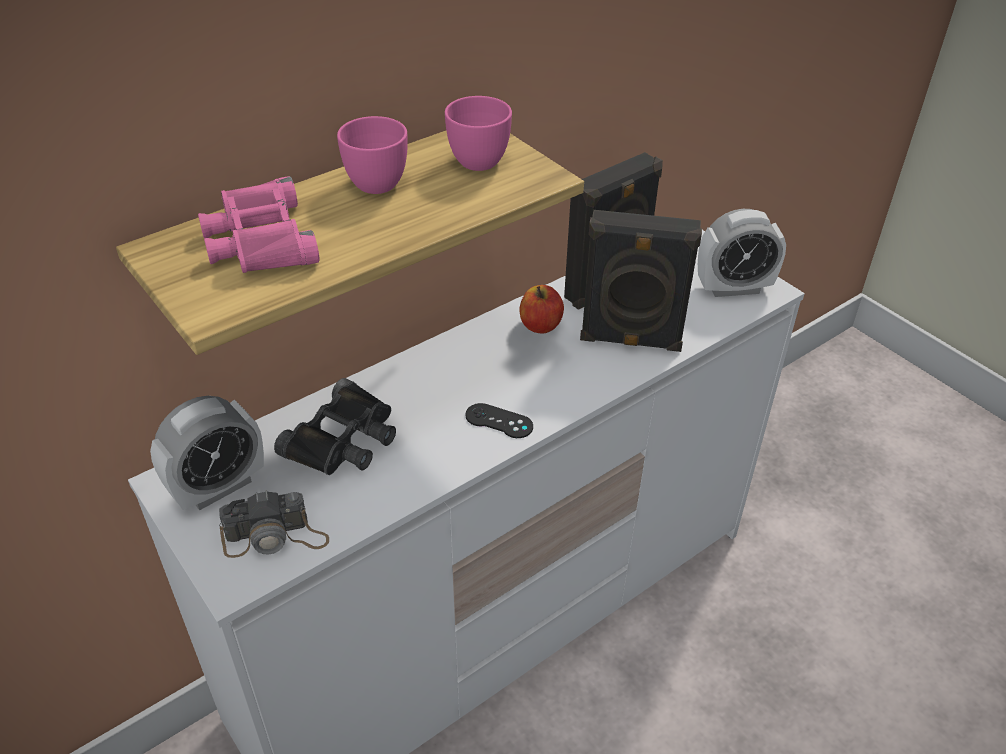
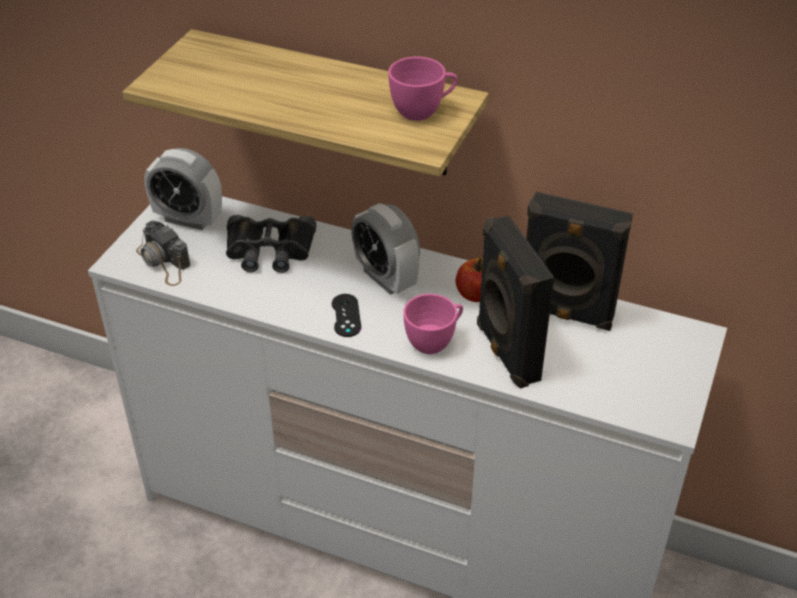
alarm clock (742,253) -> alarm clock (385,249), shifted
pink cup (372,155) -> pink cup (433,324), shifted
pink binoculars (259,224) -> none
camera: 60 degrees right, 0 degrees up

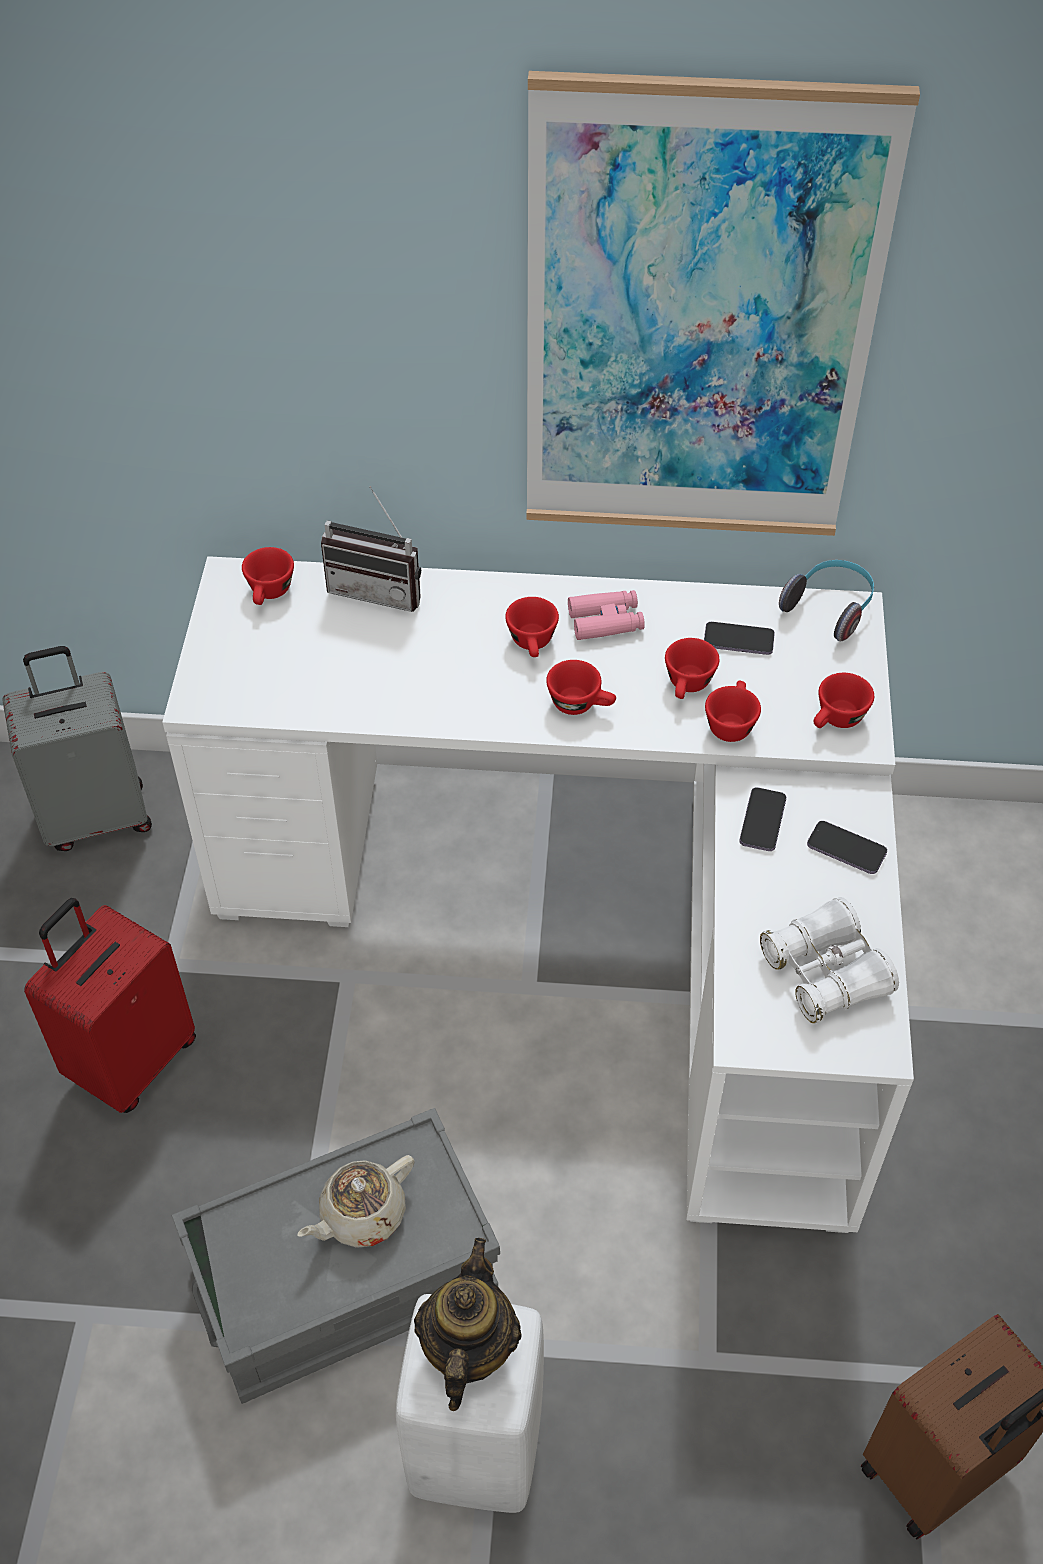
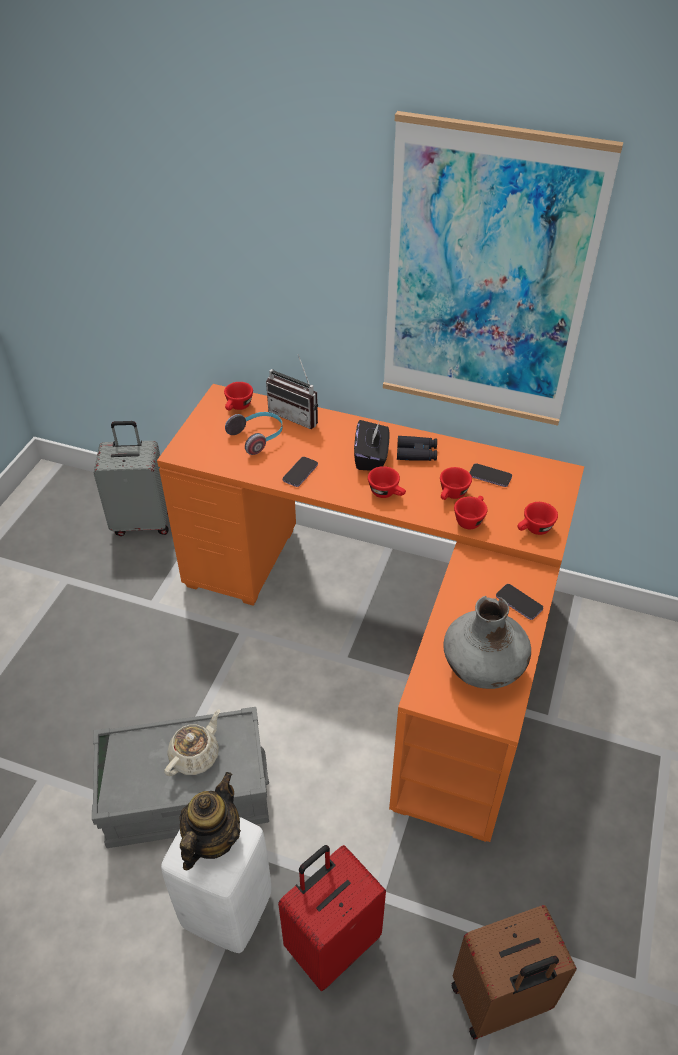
white desk (538,894) -> orange desk (370,613)
beige teapot (356,1201) -> beige teapot (192,742), 150 degrees clockwise
headphones (826,600) -> headphones (254,433), shifted
red suitcase (110,1005) -> red suitcase (332,918), shifted
phone (763,819) -> phone (300,472), shifted
red cup (532,627) -> black tissue box (371,445)
pink binoculars (606,615) -> black binoculars (417,448)
white binoculars (829,960) -> grey vase (487,642)
camera: 15 degrees right, 5 degrees down

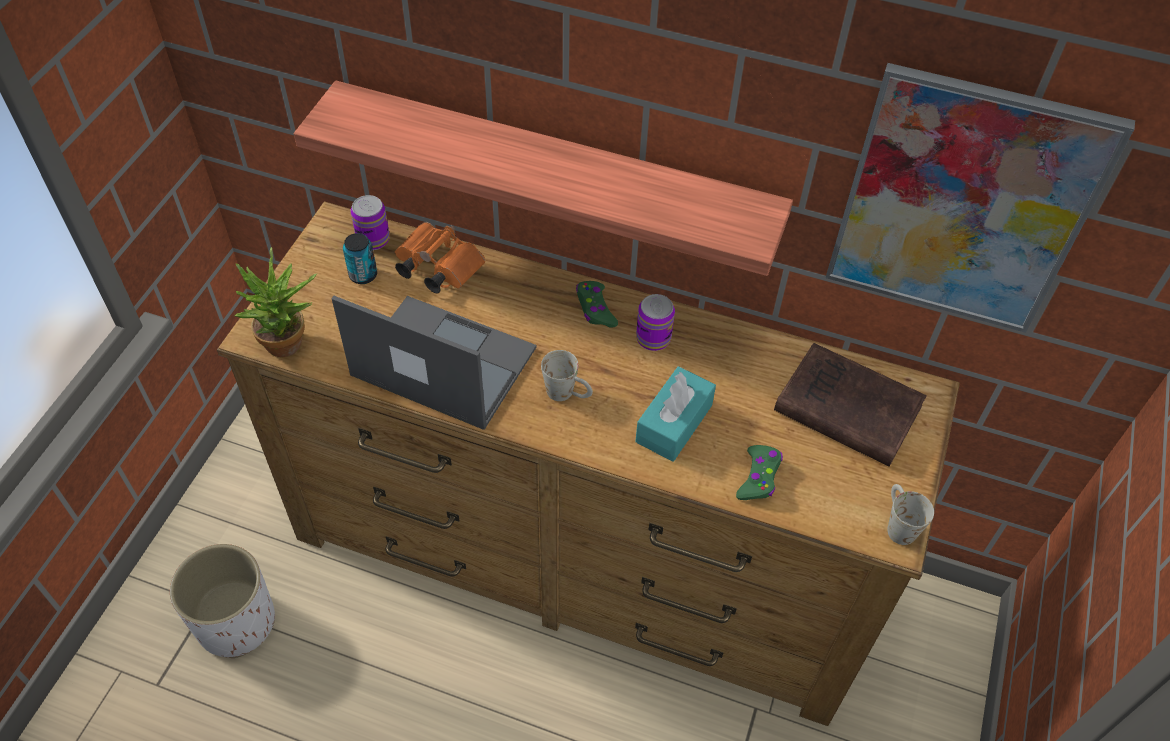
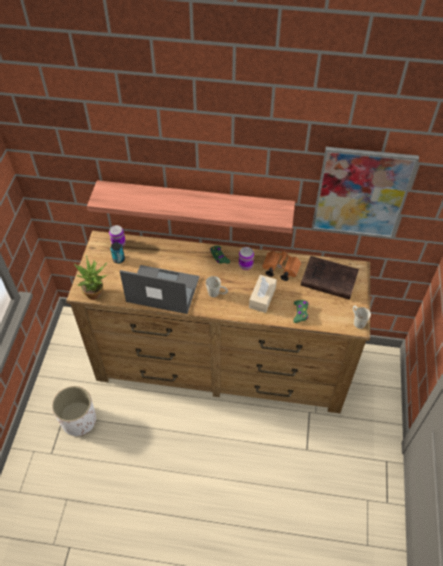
turquoise tissue box (675,414) -> beige tissue box (263,294)
orange binoculars (440,257) -> orange binoculars (281,266), shifted
camera: 10 degrees left, 0 degrees up

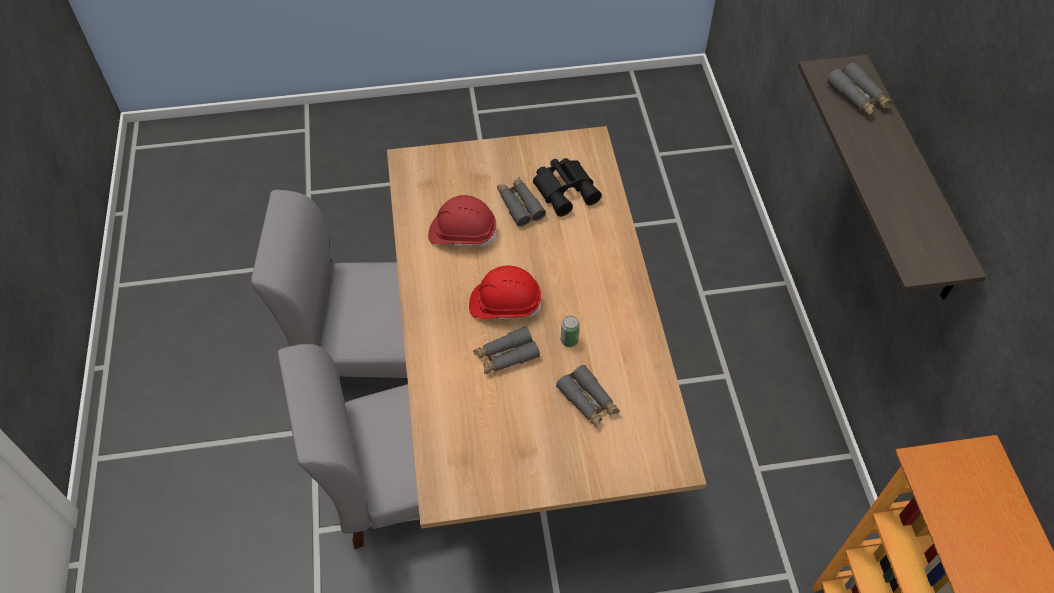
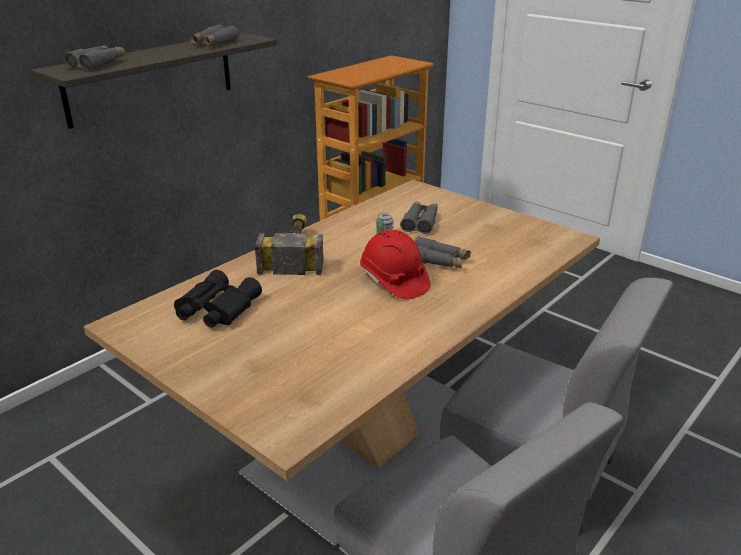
grey binoculars (521,202) -> grey binoculars (214,34), shifted
none -> hammer (289,244)
red hard hat (463,220) -> none
camera: 130 degrees left, 25 degrees down

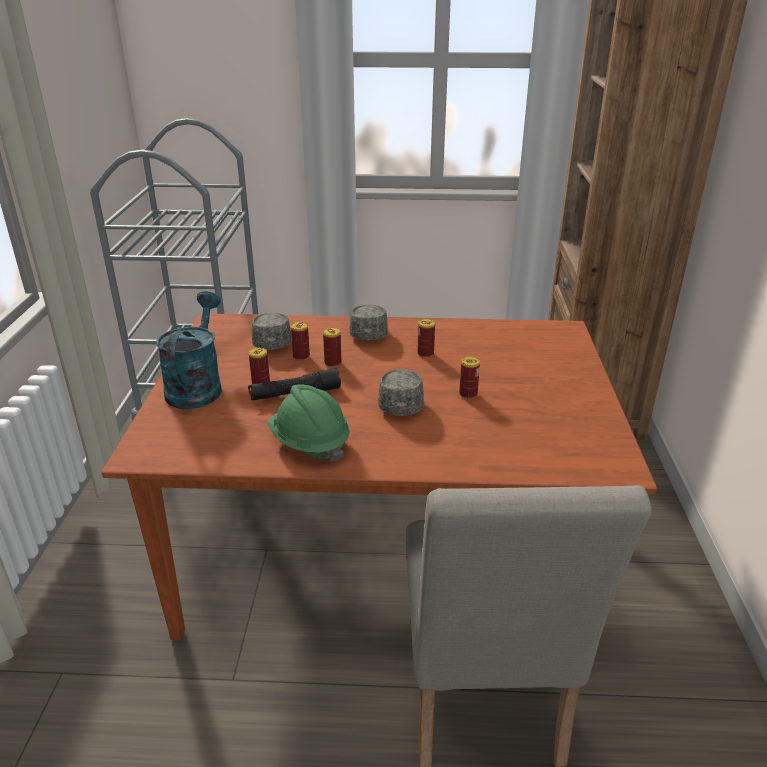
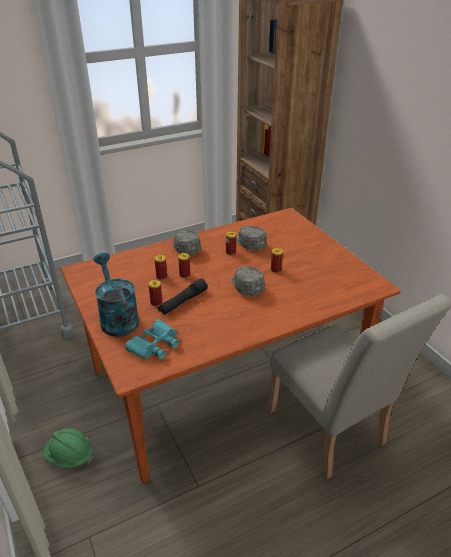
green hard hat (308,423) -> green hard hat (68,448), shifted
none -> turquoise binoculars (152,339)
grey cap (271,331) -> grey cap (251,238), shifted
camera: 30 degrees left, 5 degrees up

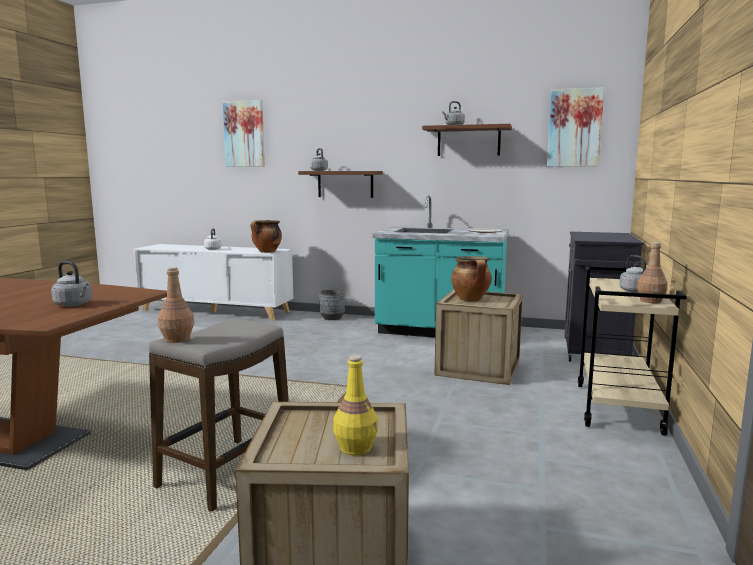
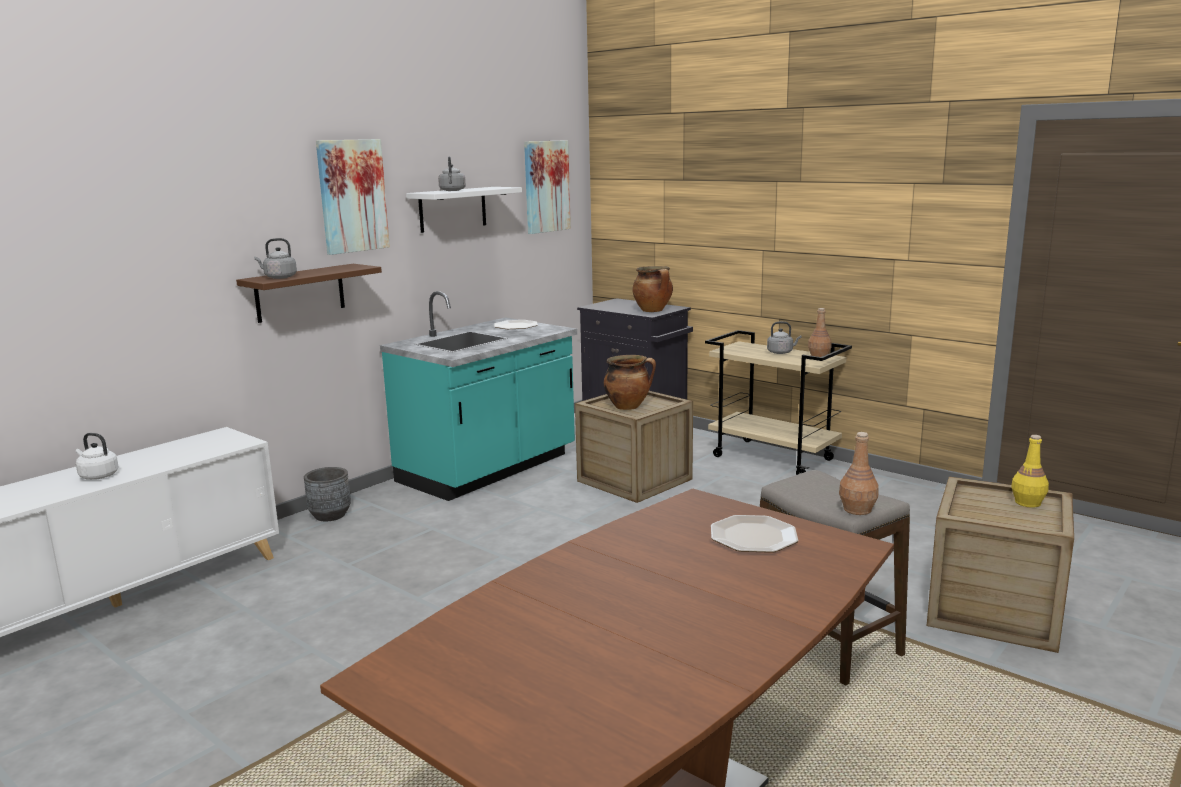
picture (244,133) -> picture (353,197), shifted
brown shelf (467,140) -> white shelf (464,210)
cooking pot (266,236) -> cooking pot (652,289), shifted
grey kettle (71,283) -> plate (754,534)
camera: 65 degrees left, 5 degrees up

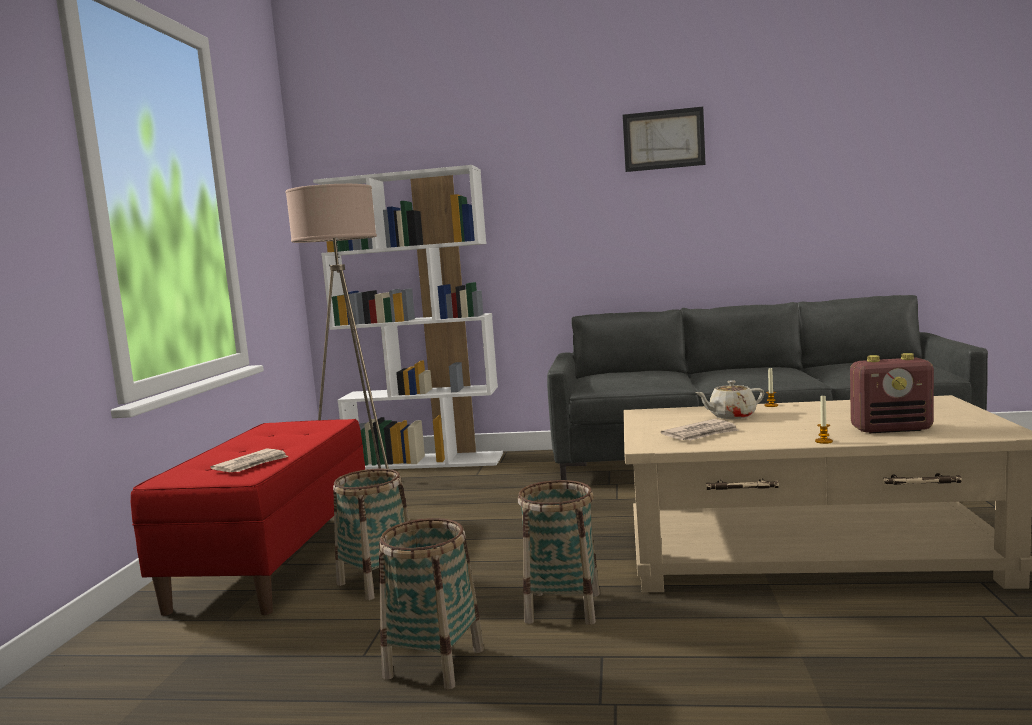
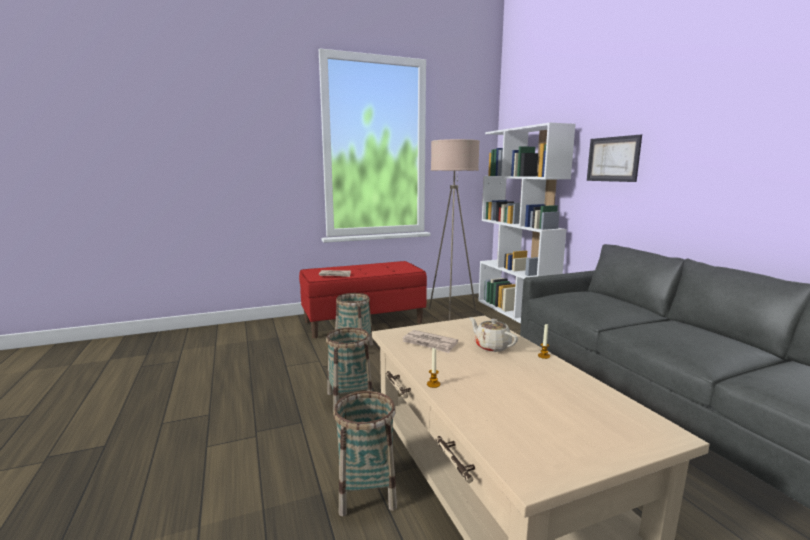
basket (431,603) -> basket (365,453), shifted
picture (664,139) -> picture (614,158), shifted
radio (892,393) -> none
camera: 60 degrees right, 5 degrees up

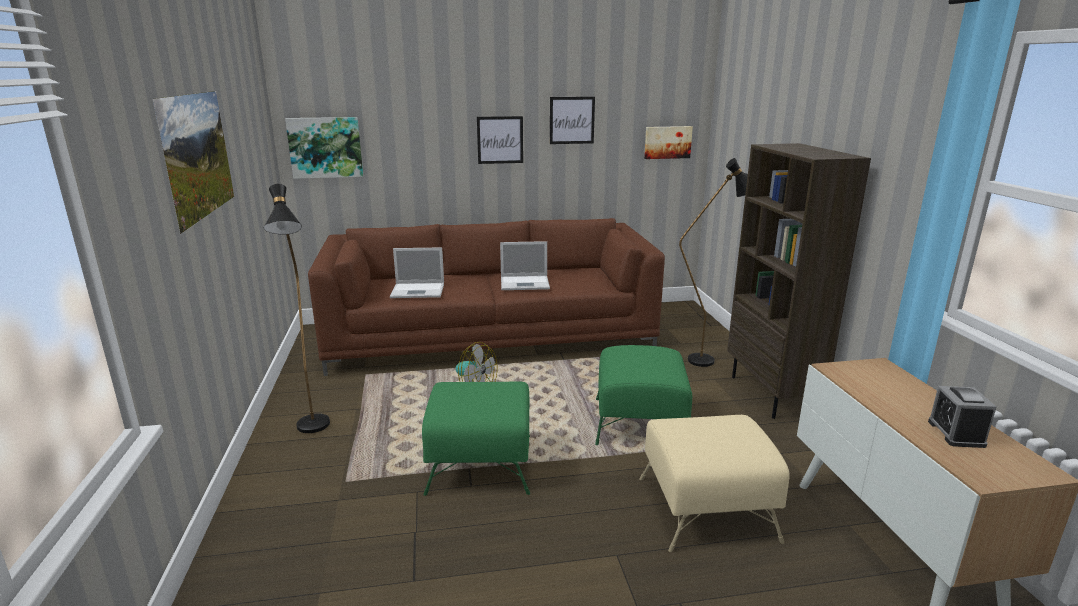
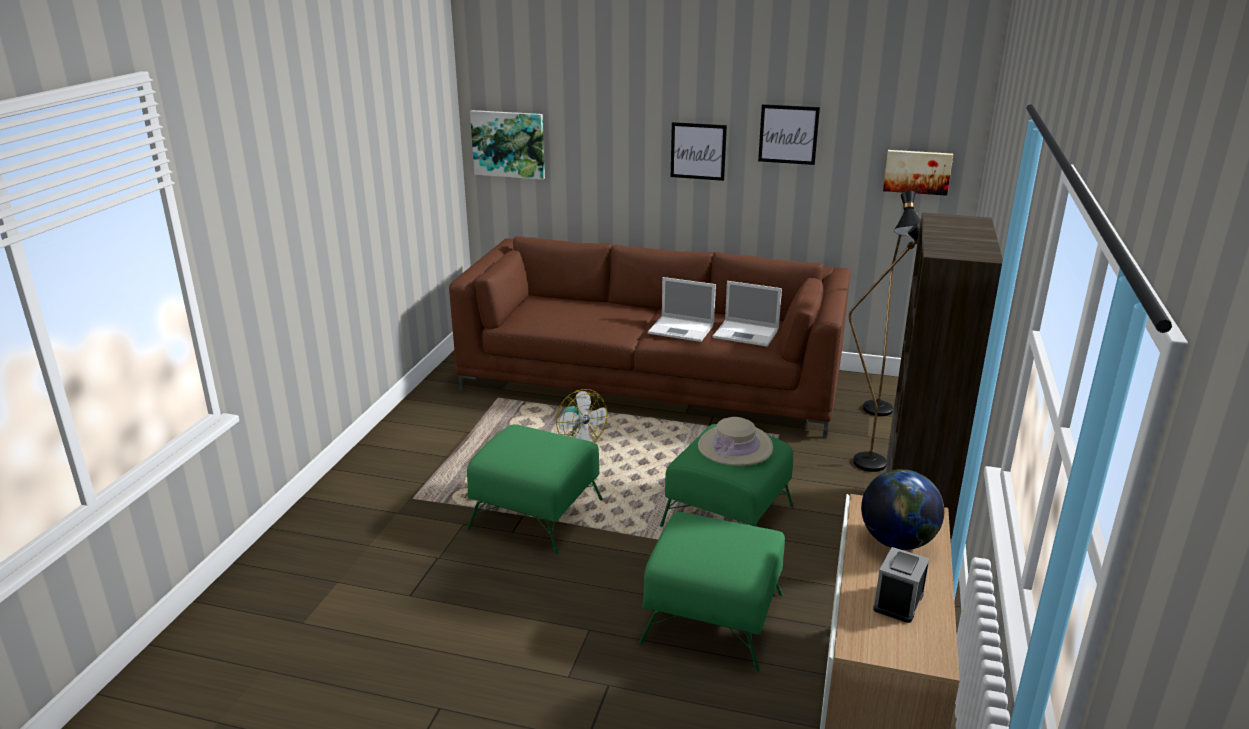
beige ottoman (714,483) -> green ottoman (712,592)
none -> beige hat (735,441)
laptop (417,273) -> laptop (747,314), shifted
none -> globe (902,509)
black floor lamp (297,308) -> black floor lamp (892,303), shifted
picture (193,162) -> none
camera: 25 degrees right, 5 degrees up

